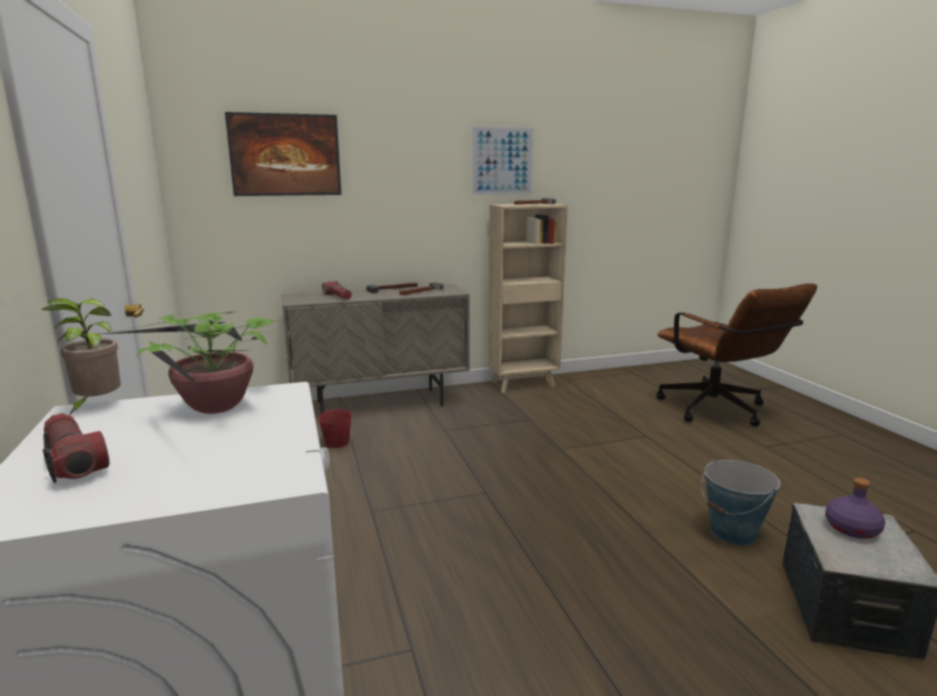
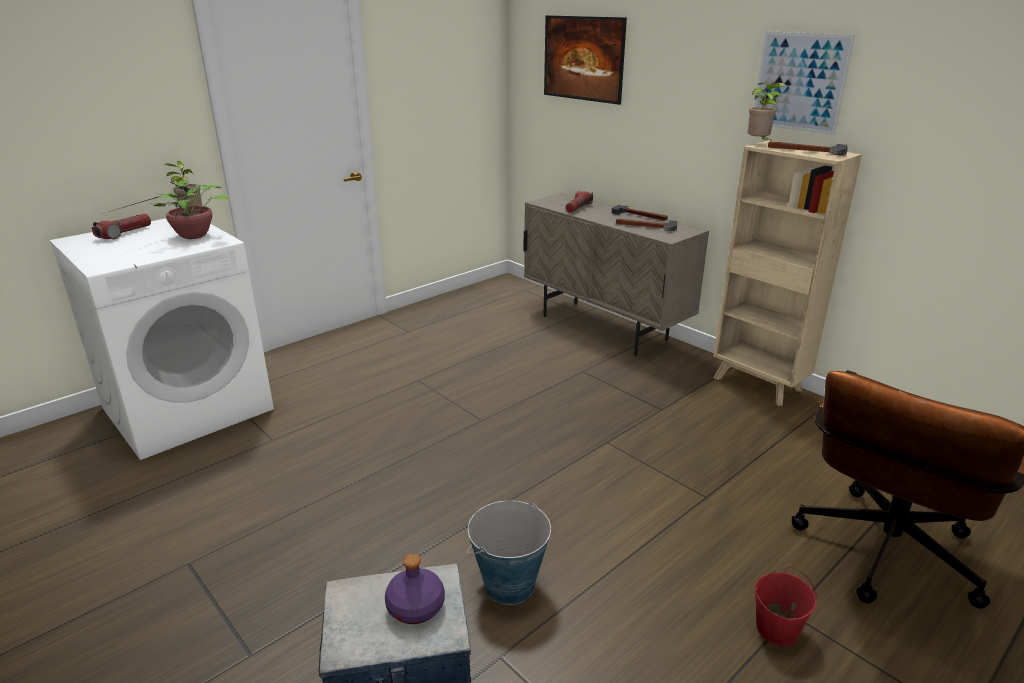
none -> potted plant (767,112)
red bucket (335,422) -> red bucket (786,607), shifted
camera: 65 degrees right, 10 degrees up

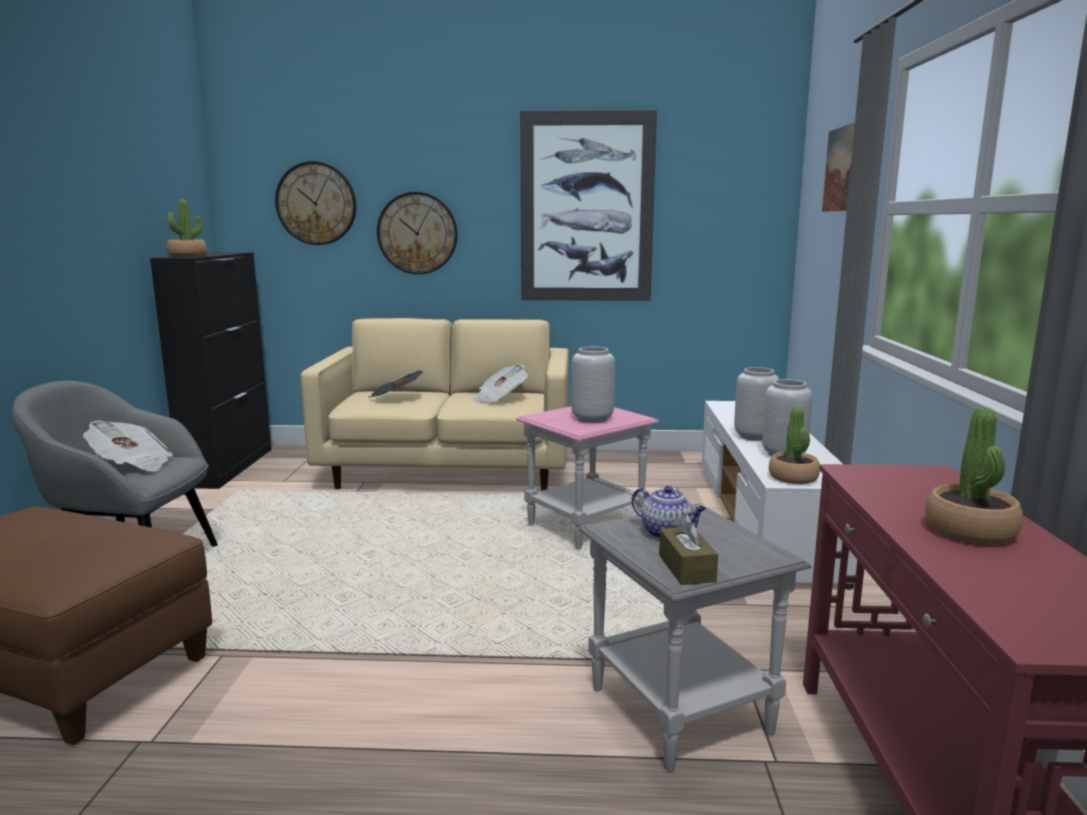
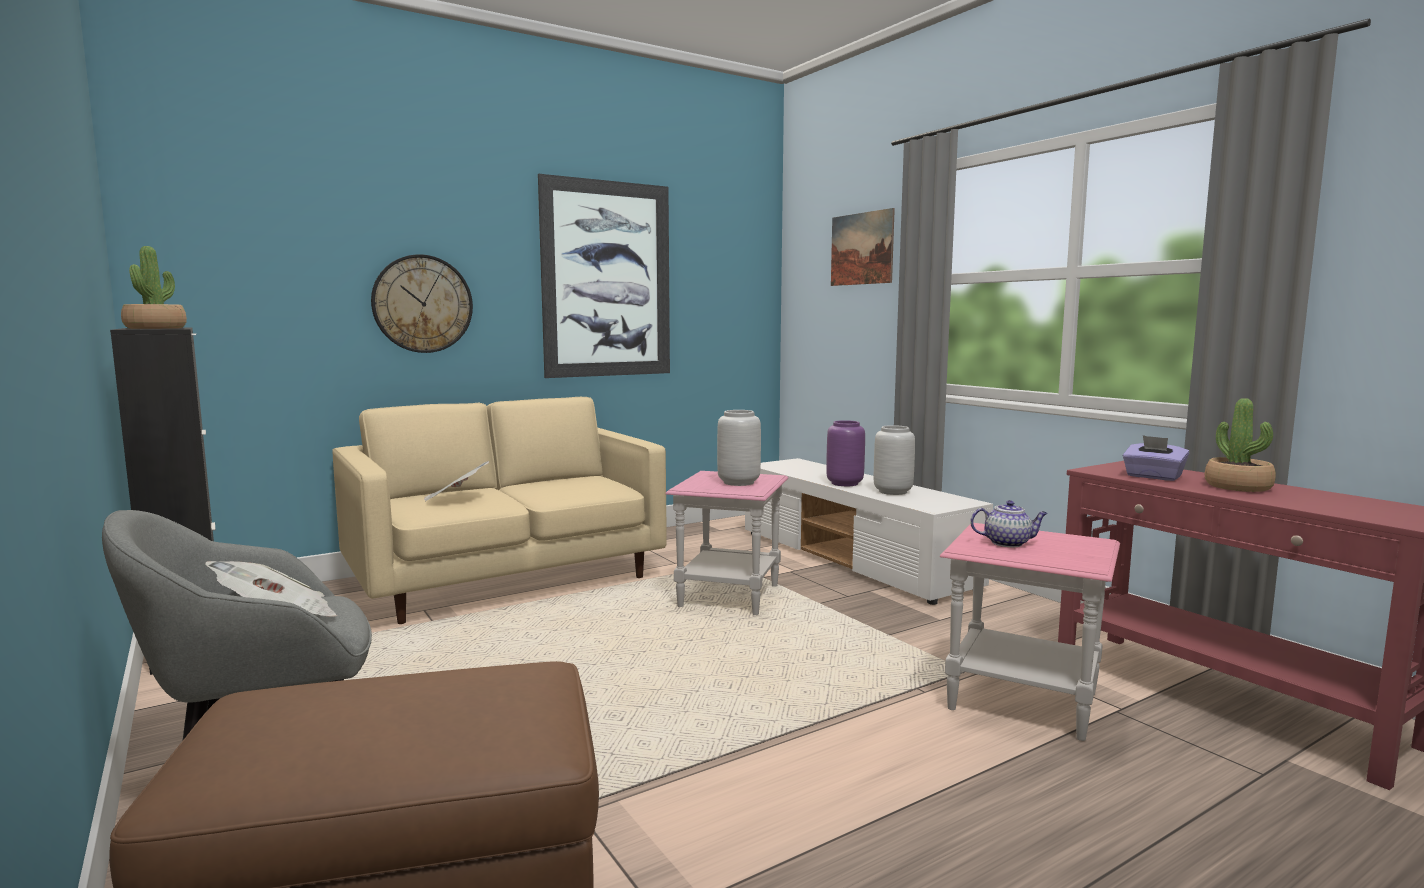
grey vase (756,404) -> purple vase (845,453)
grey side table (694,638) -> pink side table (1030,632)
none -> purple tissue box (1156,458)
wall clock (315,203) -> none
newspaper (499,383) -> none
brown tissue box (688,549) -> none
potted plant (794,445) -> none
camera: 35 degrees left, 5 degrees down

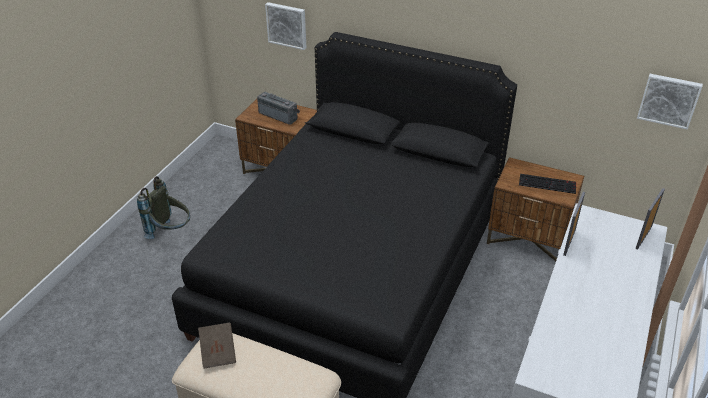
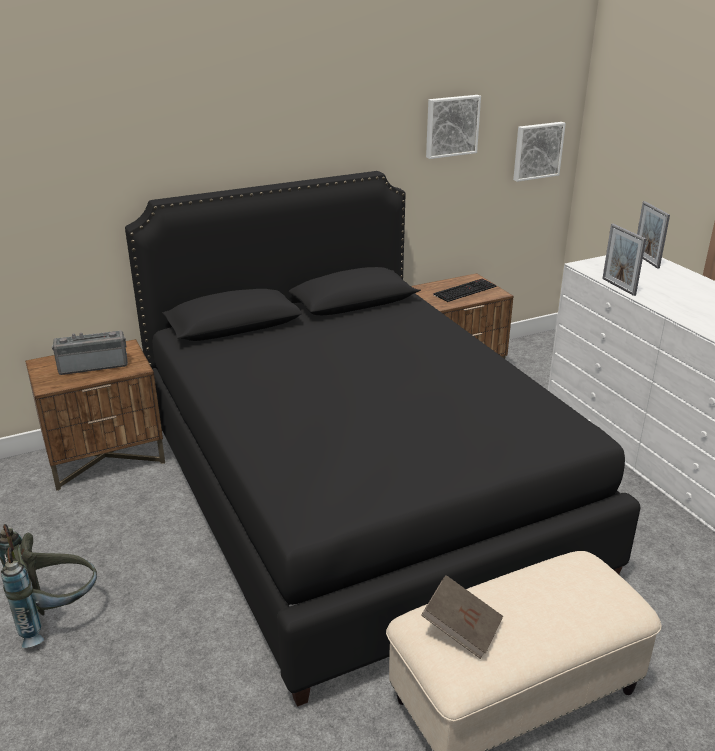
picture (285,26) -> picture (453,127), shifted
camera: 50 degrees left, 10 degrees down

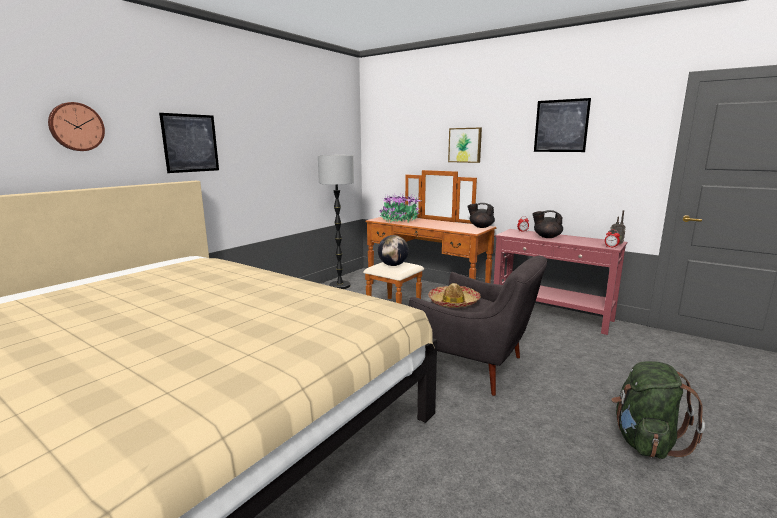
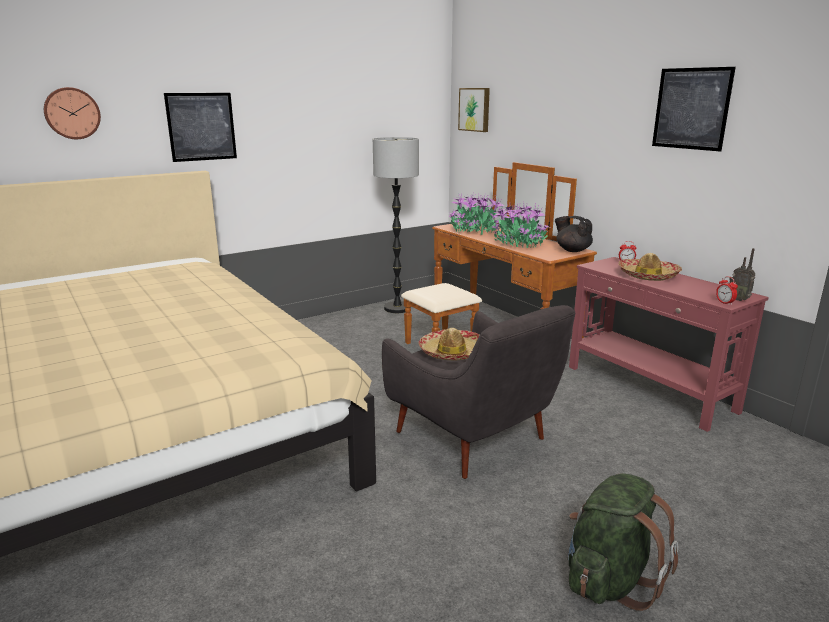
picture (465,145) -> picture (474,110), shifted
none -> potted plant (521,225)
black teapot (547,224) -> hat (650,267)
globe (393,250) -> none
camera: 20 degrees right, 5 degrees up

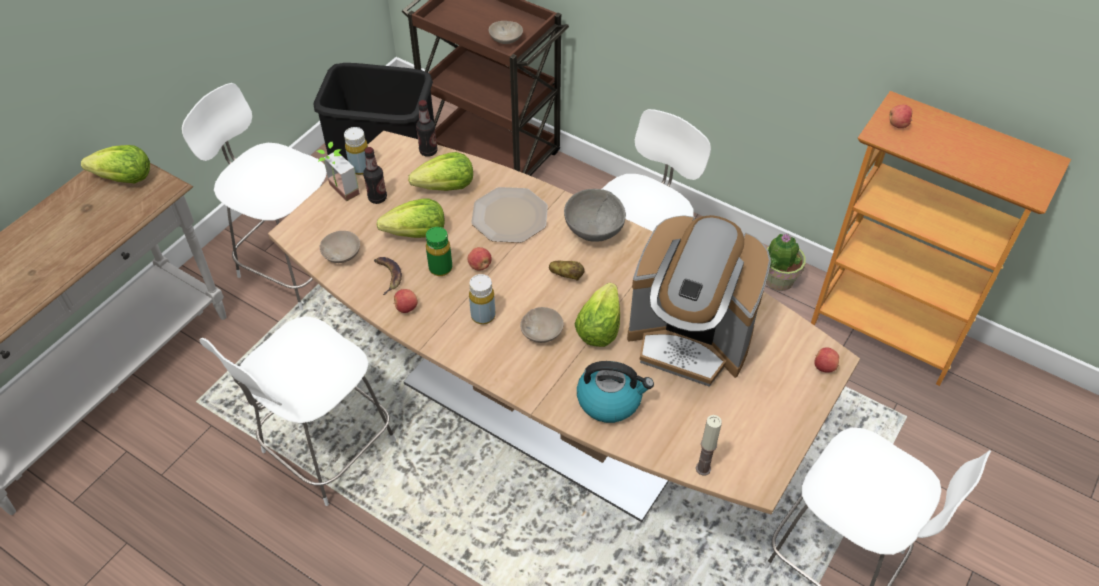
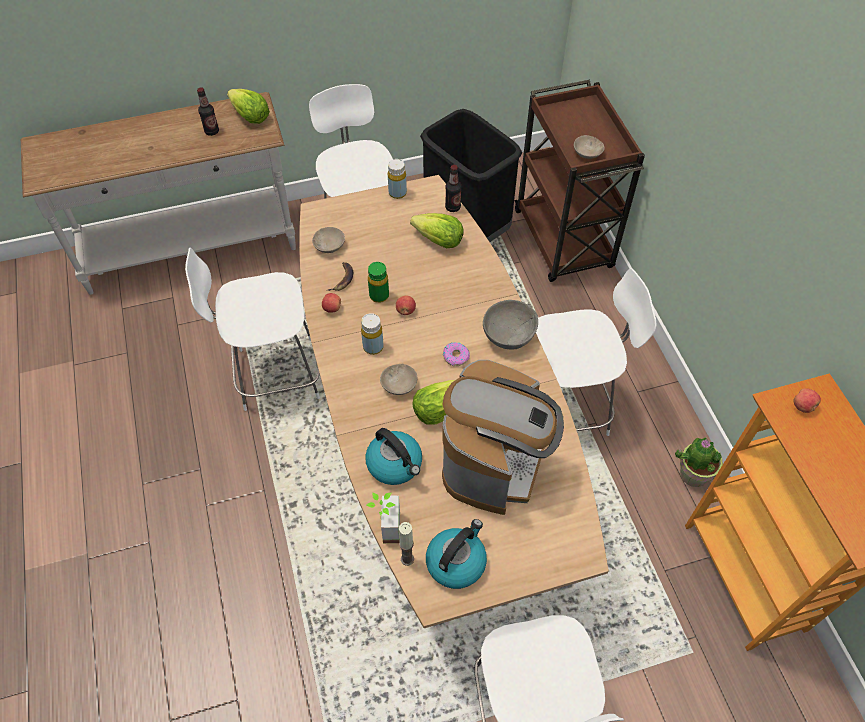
bottle (375,175) -> bottle (208,111), shifted
potted plant (338,171) -> potted plant (383,518), shifted
none -> kettle (456,554)
coffee machine (699,301) -> coffee machine (503,437), 135 degrees counterclockwise
potato (567,270) -> donut (456,354)
lettuce (410,218) -> none
plate (509,215) -> none
apple (826,359) -> none
camera: 40 degrees right, 5 degrees up

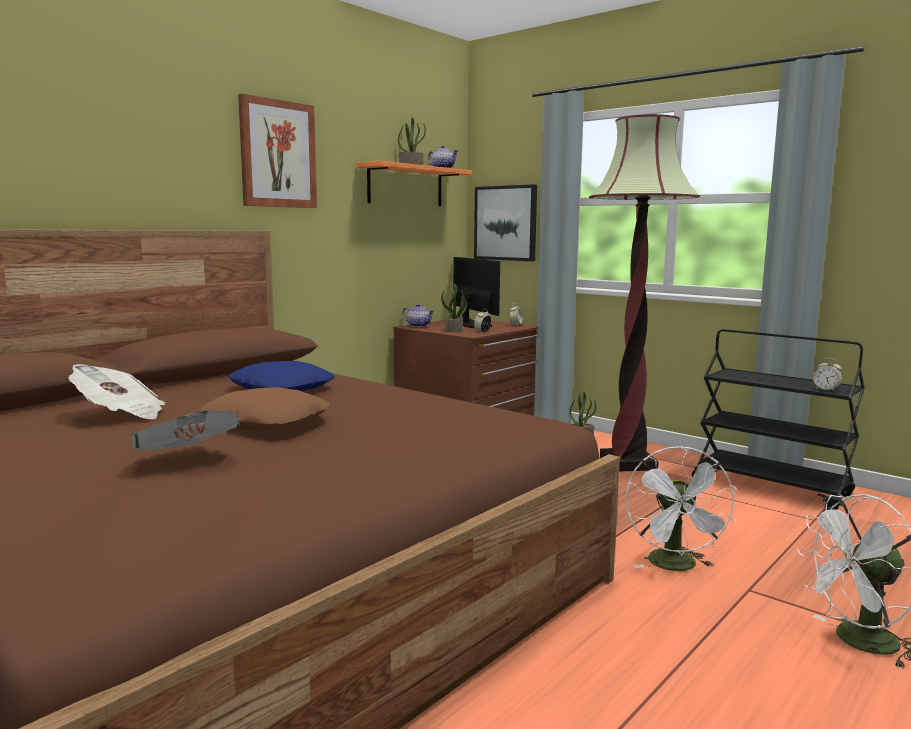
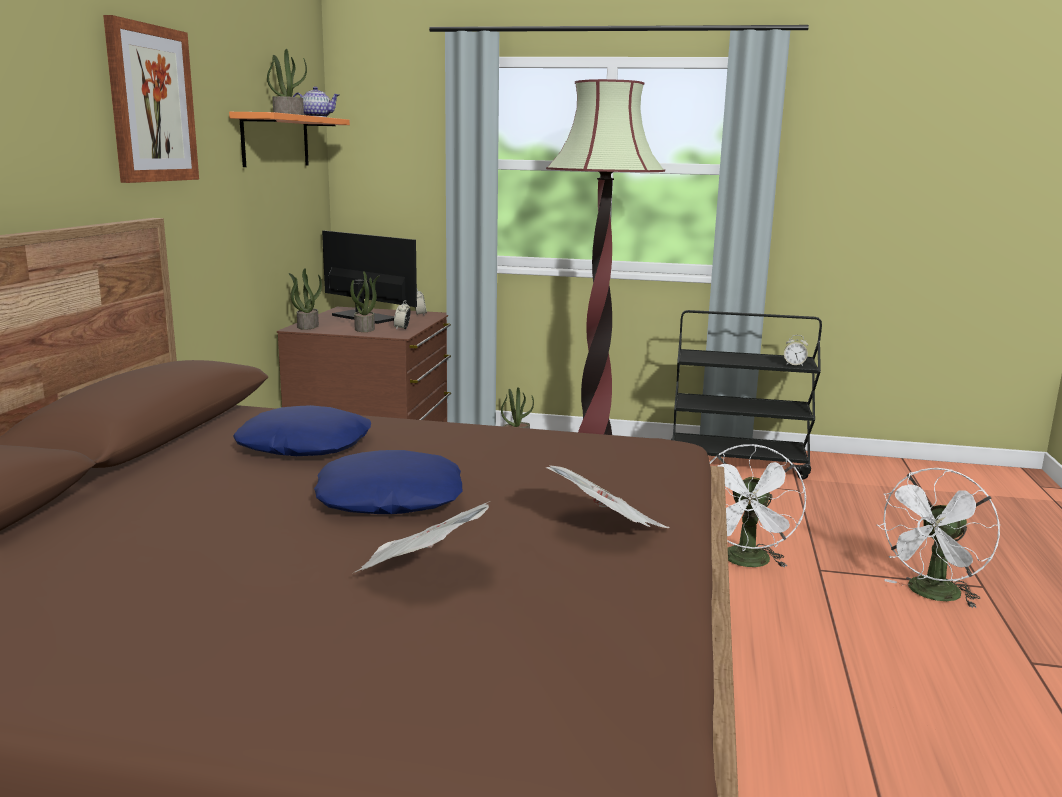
teapot (418,315) -> potted plant (305,299)
brown pillow (265,408) -> blue pillow (388,482)
newspaper (116,391) -> newspaper (607,496), shifted
white fan (681,508) -> white fan (758,505), 45 degrees clockwise
picture (505,222) -> none
camera: 30 degrees left, 5 degrees up

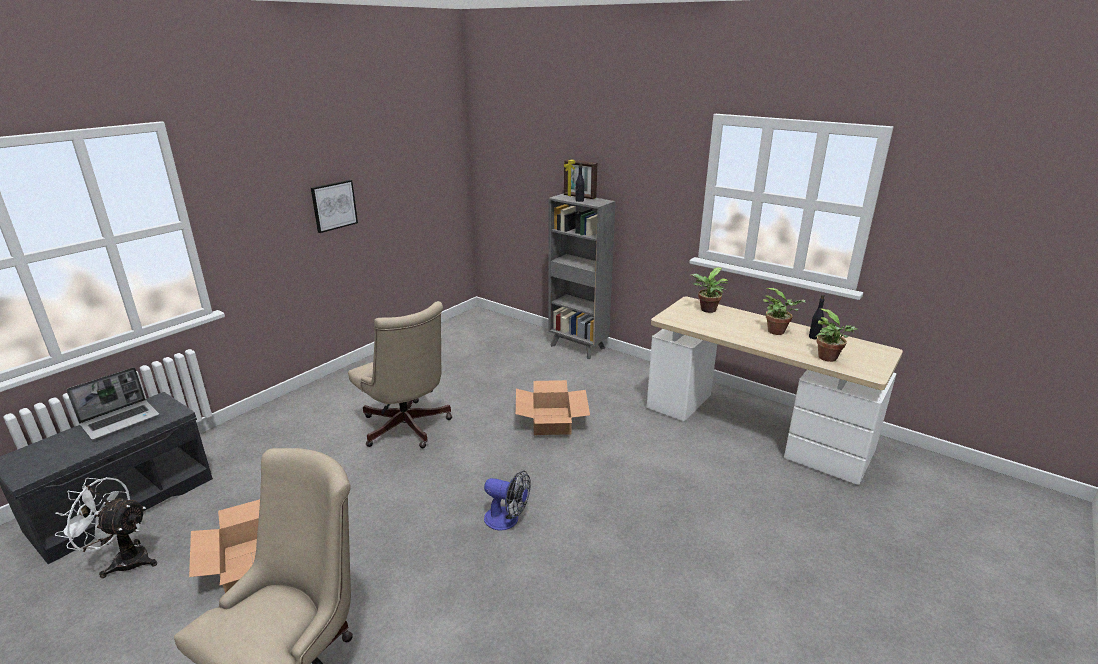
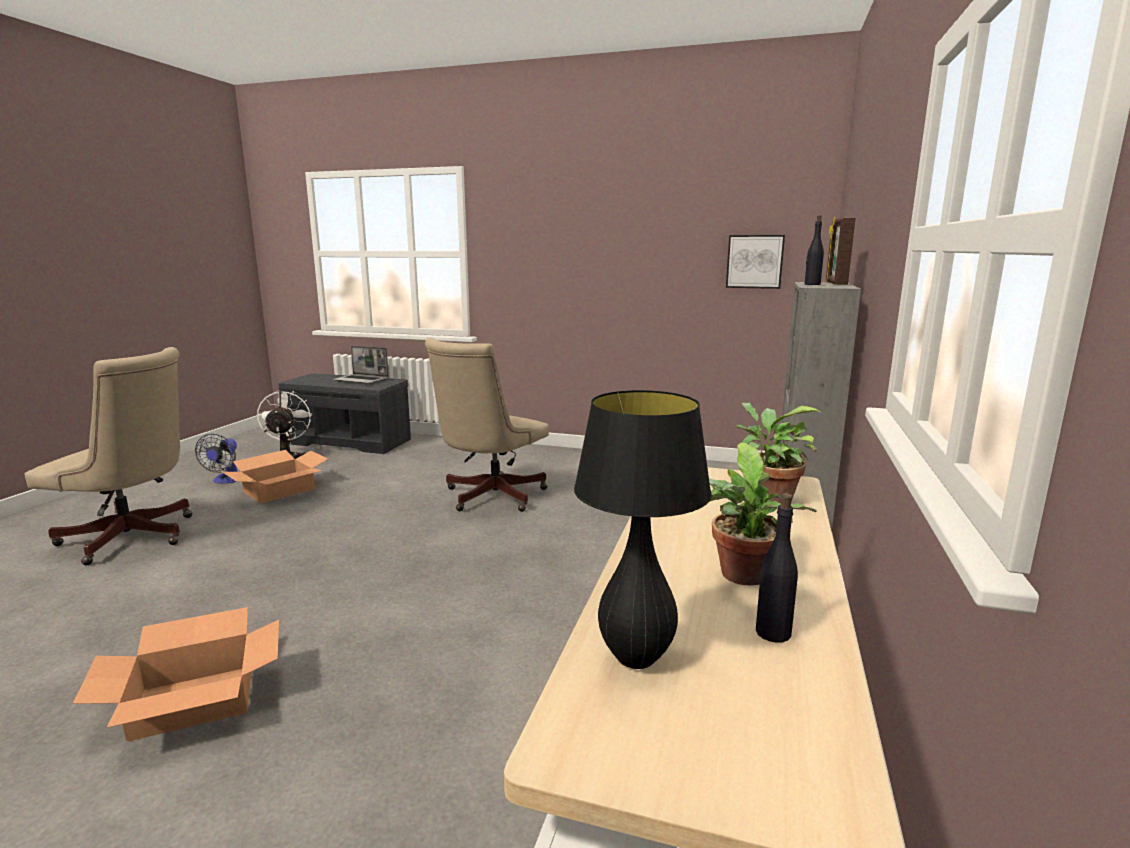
cardboard box (553,407) -> cardboard box (176,674), shifted
fan (507,500) -> fan (216,459), shifted
potted plant (837,335) -> black table lamp (643,529)
picture (334,206) -> picture (755,262), shifted
camera: 70 degrees right, 10 degrees down

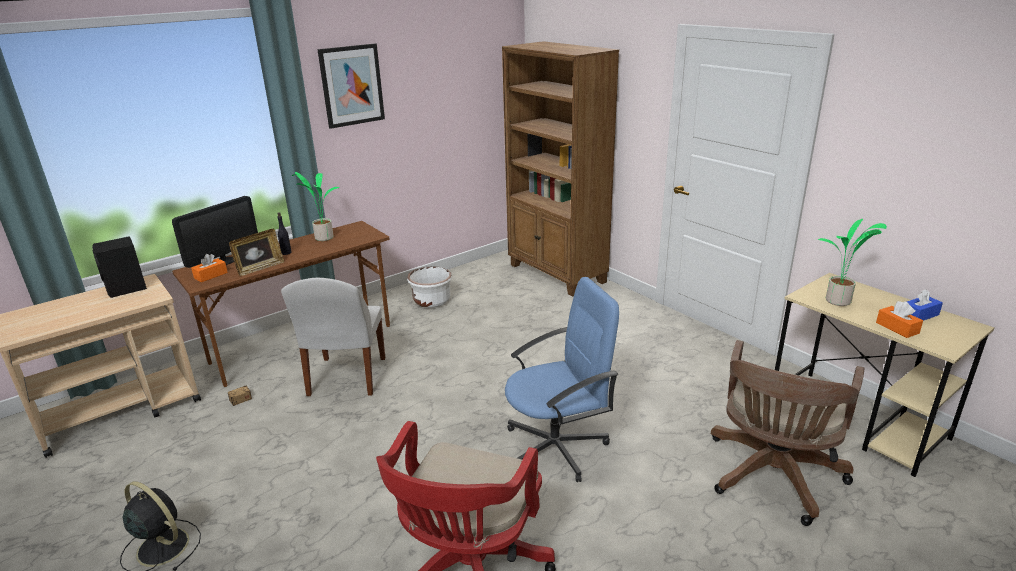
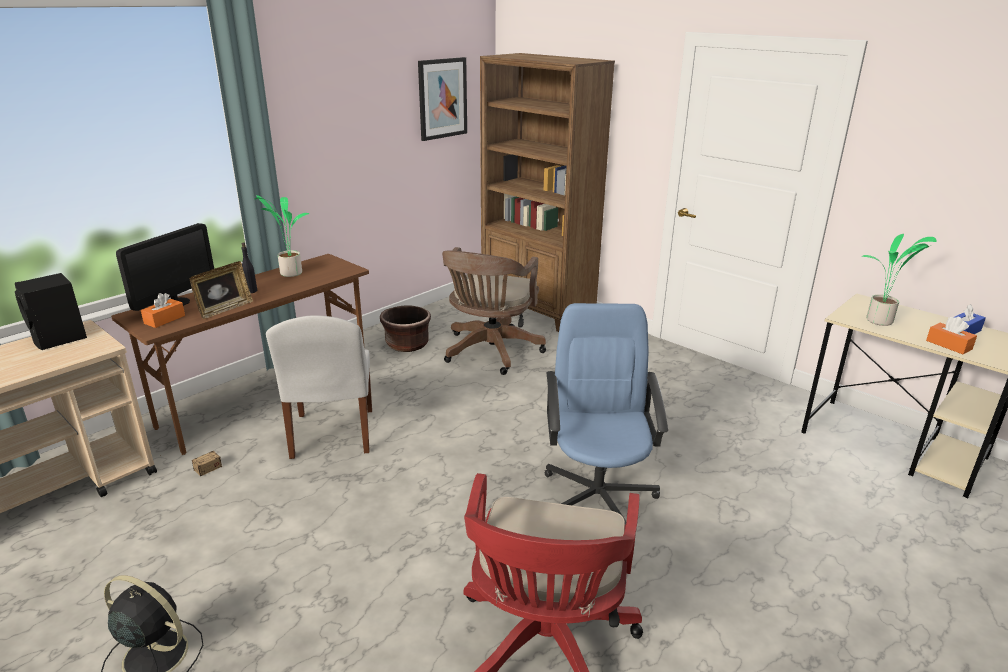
white planter (429,287) -> brown planter (405,328)
picture (351,86) -> picture (442,99), shifted
brown office chair (787,433) -> brown office chair (494,311), shifted
blue office chair (562,379) -> blue office chair (606,414), 60 degrees counterclockwise
camera: 10 degrees left, 0 degrees up

